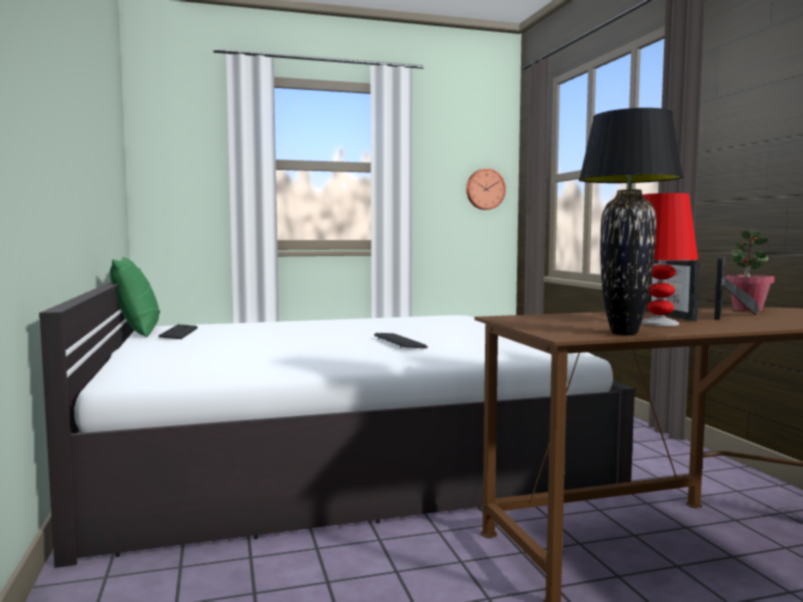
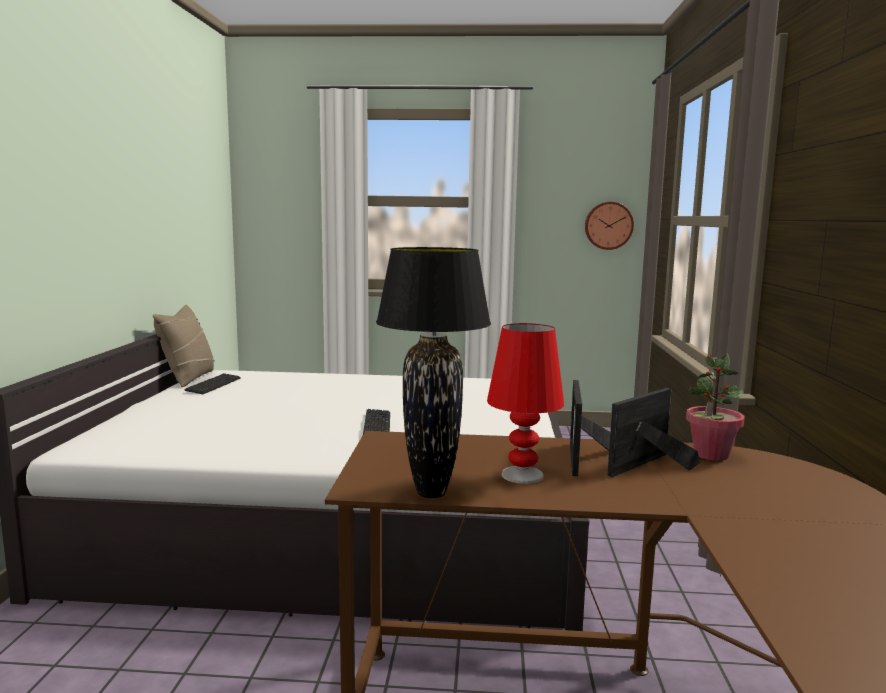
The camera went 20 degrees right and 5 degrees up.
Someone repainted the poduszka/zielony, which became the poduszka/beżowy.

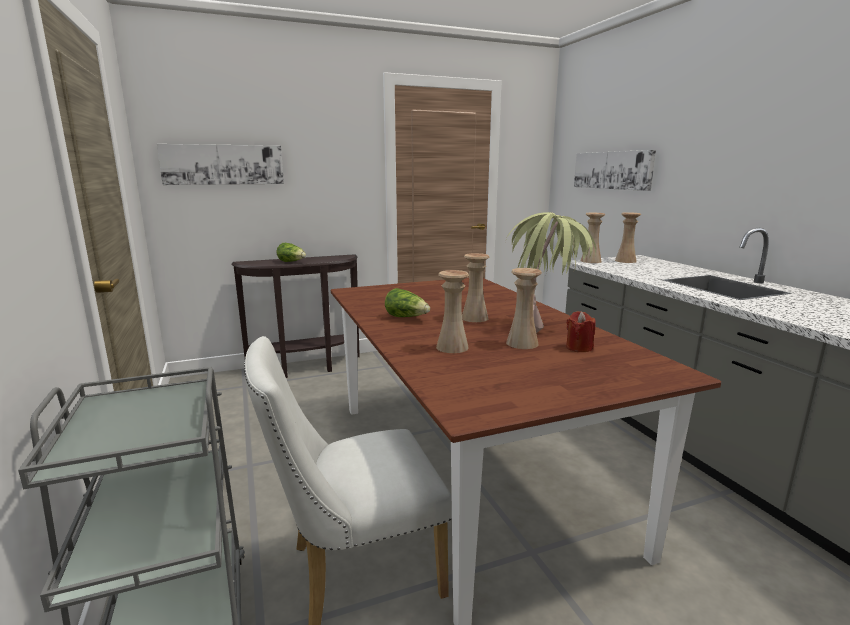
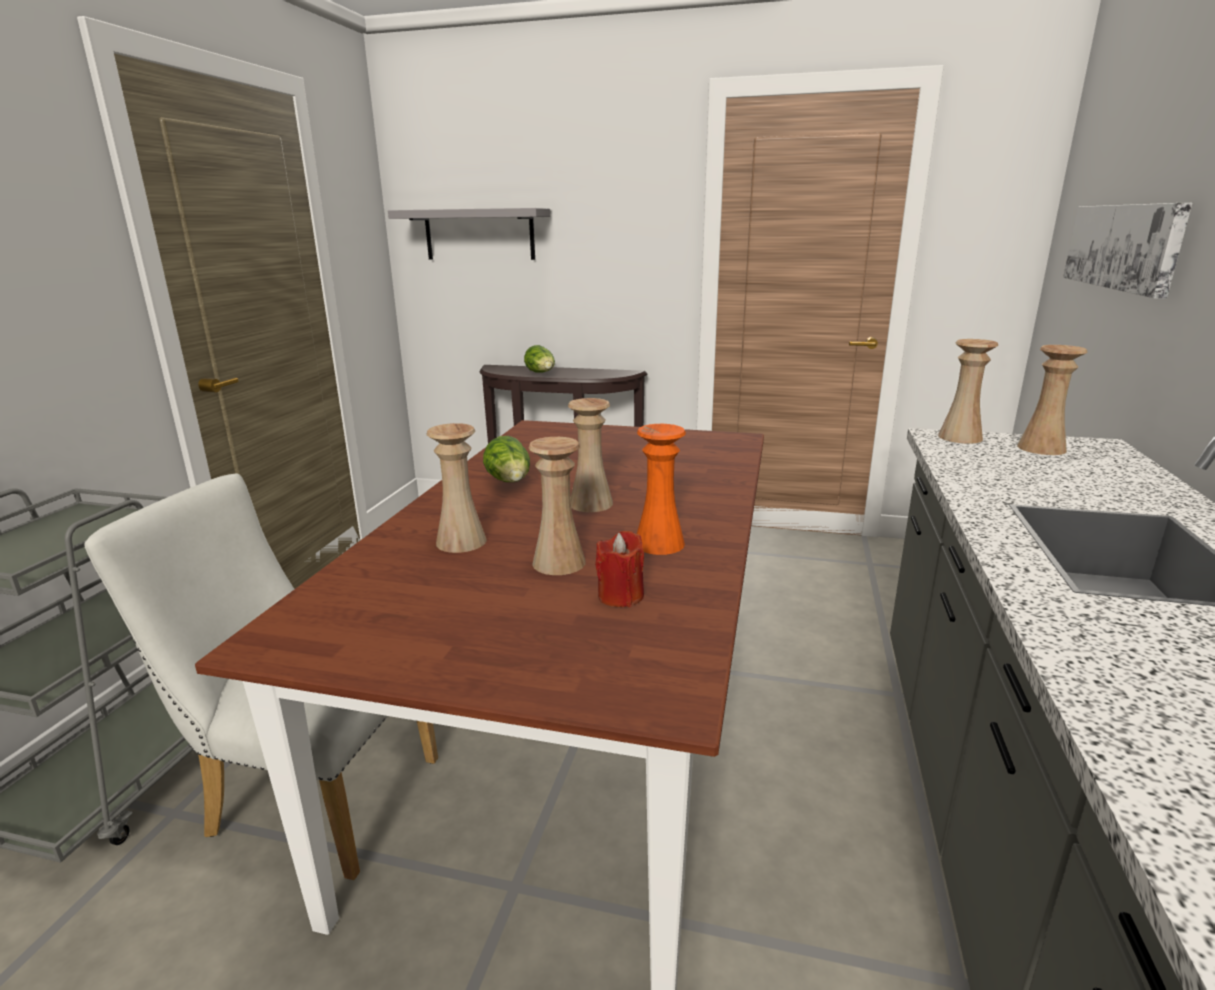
The camera went 35 degrees right and 5 degrees up.
Someone swapped the obraz (no. 1 from left) for the półka/szary.
Someone swapped the roślina doniczkowa for the wazon/pomarańczowy.

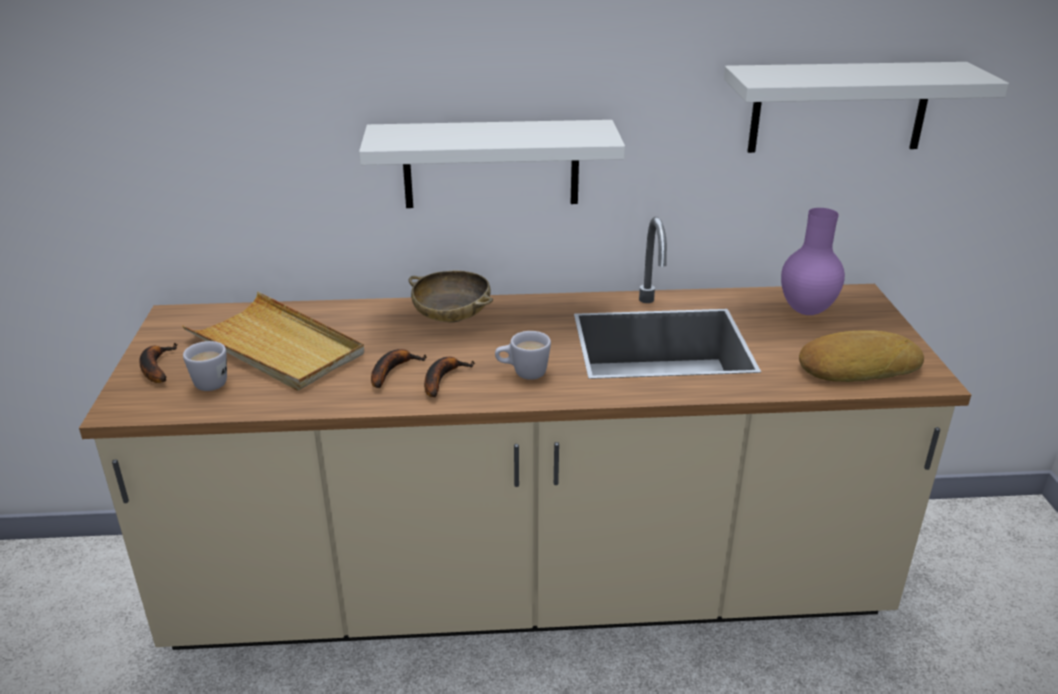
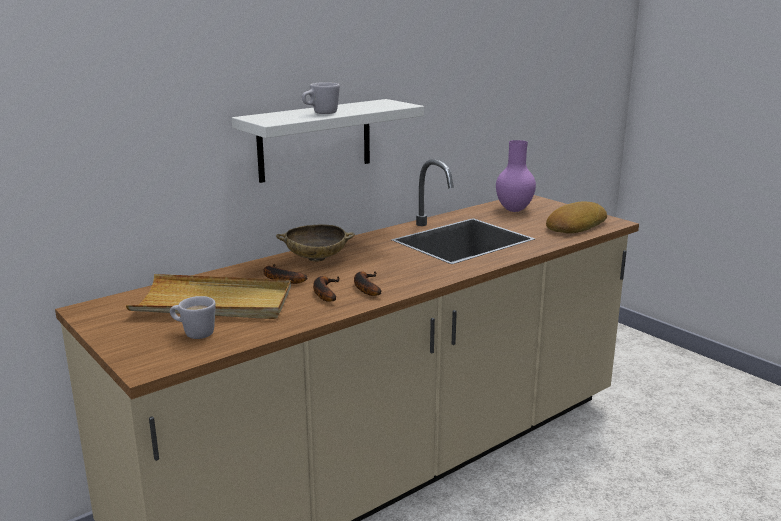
The camera went 35 degrees left and 10 degrees down.
Someone took away the półka/biały (no. 2 from left).
Someone carried the kubek/biały (no. 2 from left).
Someone carried the banan (no. 1 from left).

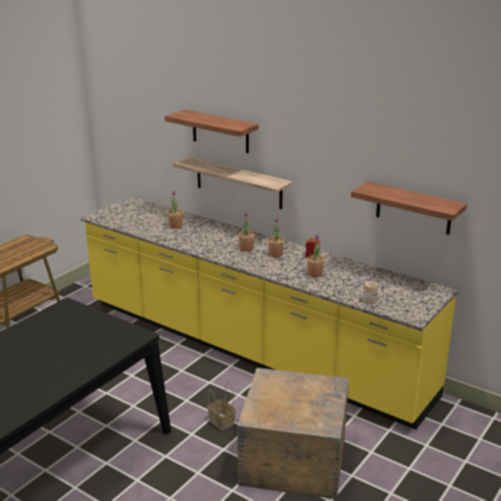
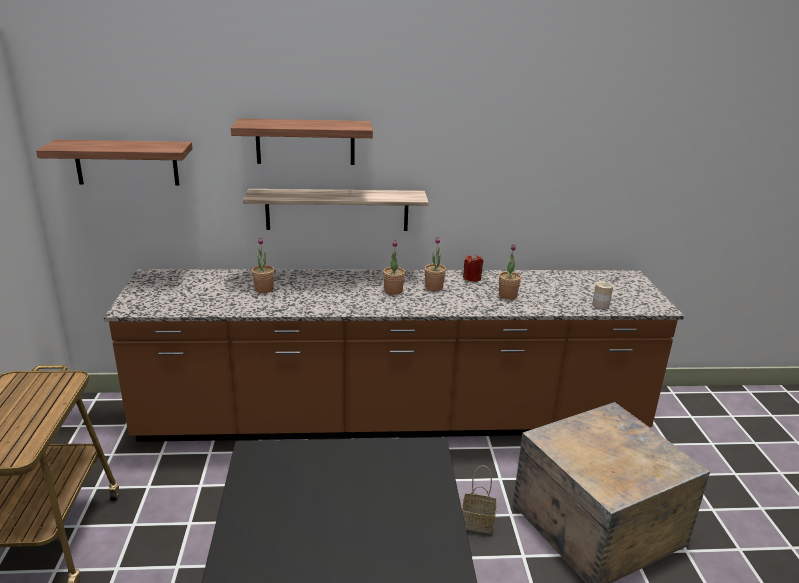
The camera went 40 degrees left and 0 degrees up.
Someone carried the półka (no. 3 from left in the first image).
Someone repainted the zabudowa kuchenna/żółty, which became the zabudowa kuchenna/brązowy.

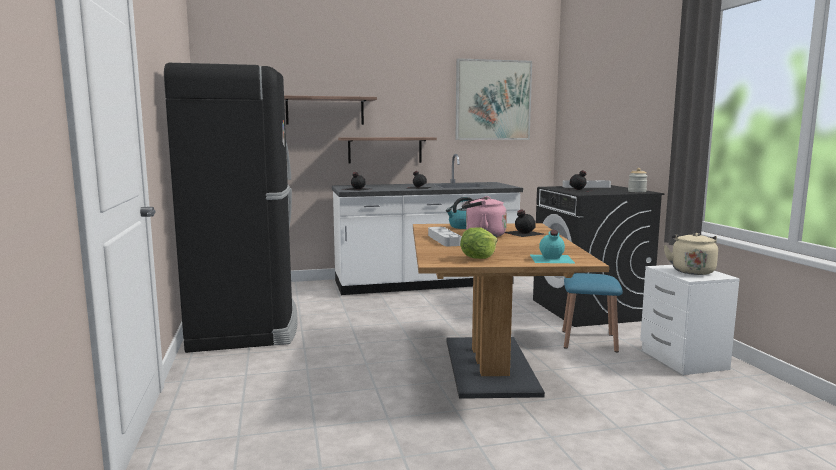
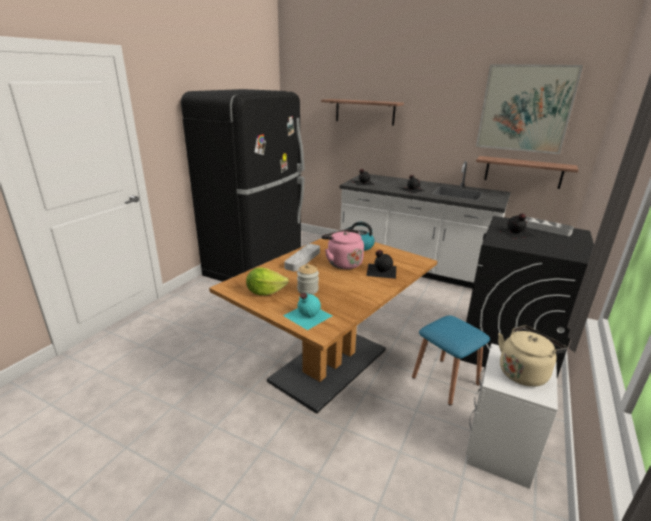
The camera went 40 degrees right and 15 degrees up.
Someone carried the półka (no. 2 from left).
Someone carried the słoik.

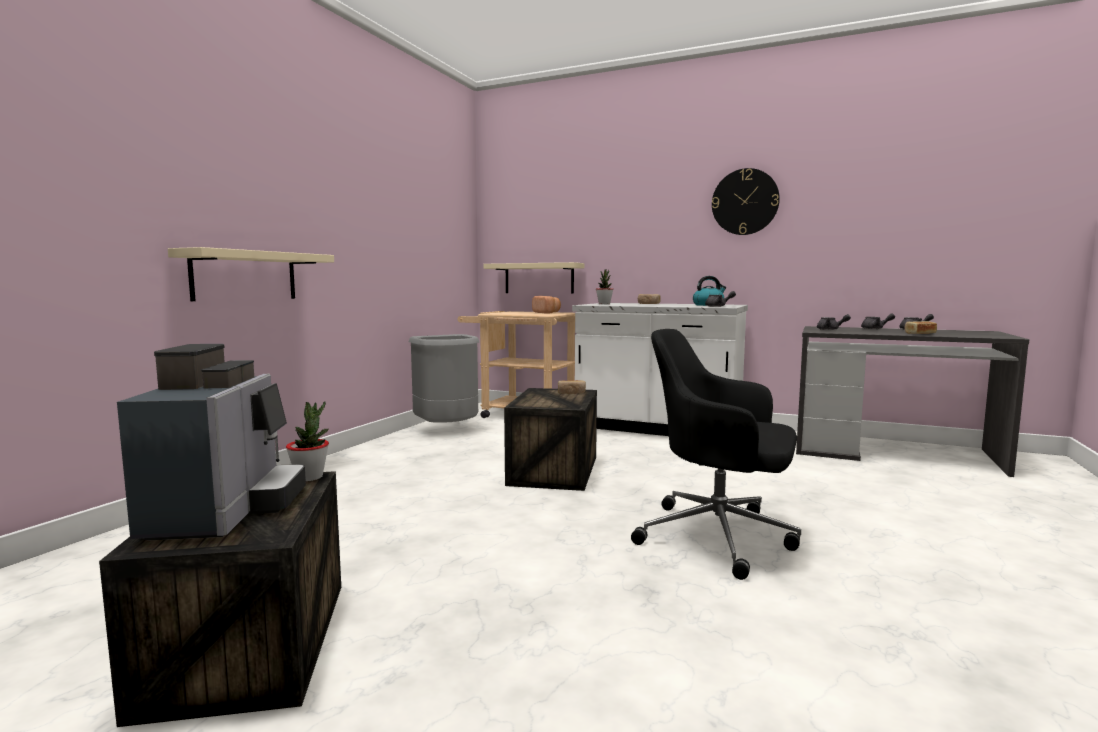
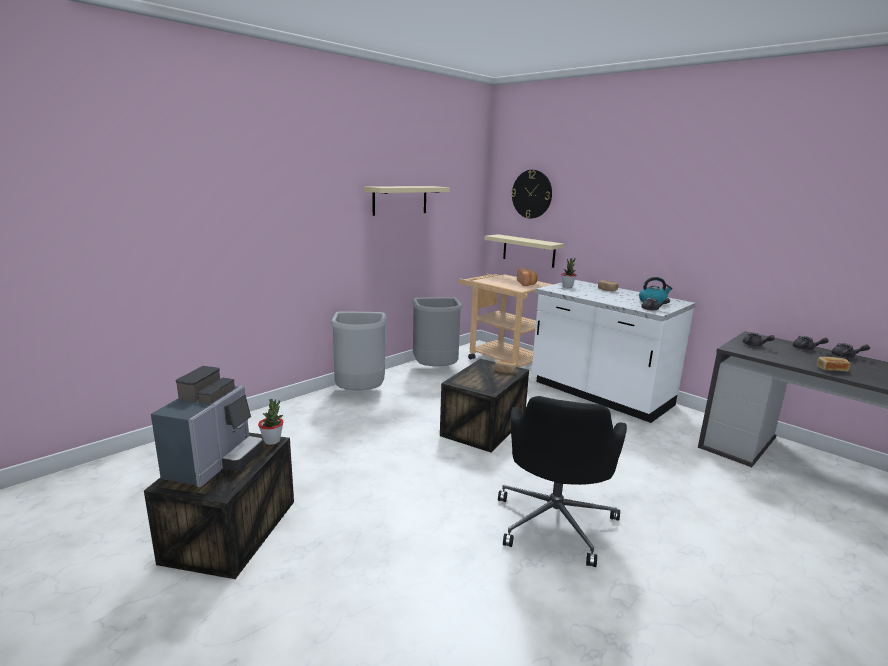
The camera went 20 degrees right and 10 degrees up.
Someone carried the zegar ścienny.
Someone carried the półka/beżowy (no. 1 from left).
Someone rotated the krzesło biurowe/czarny by 120 degrees counterclockwise.
Someone put down the kosz na śmieci/szary (no. 1 from left).

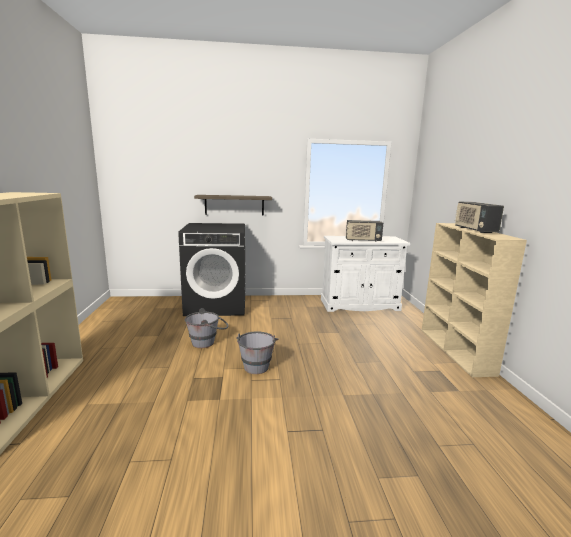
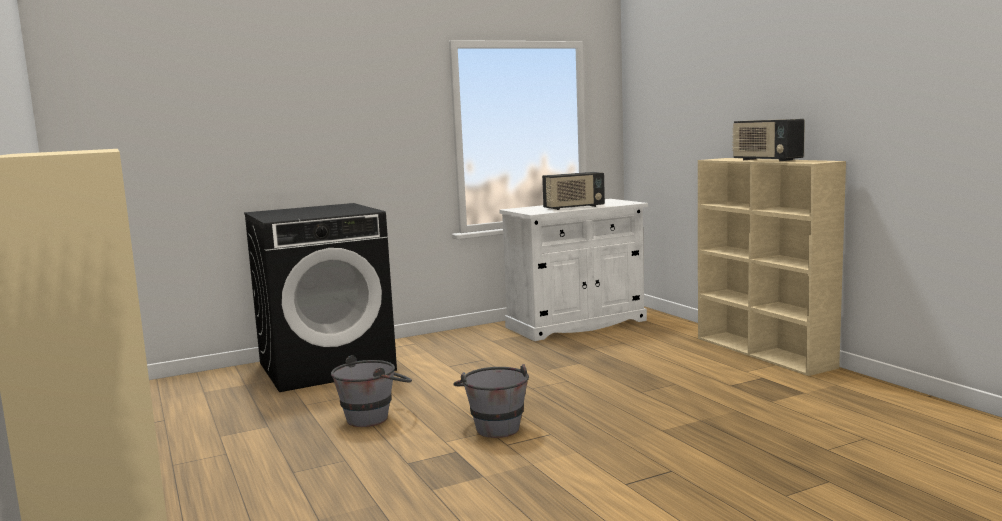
The camera went 20 degrees left and 5 degrees down.
Someone took away the półka.

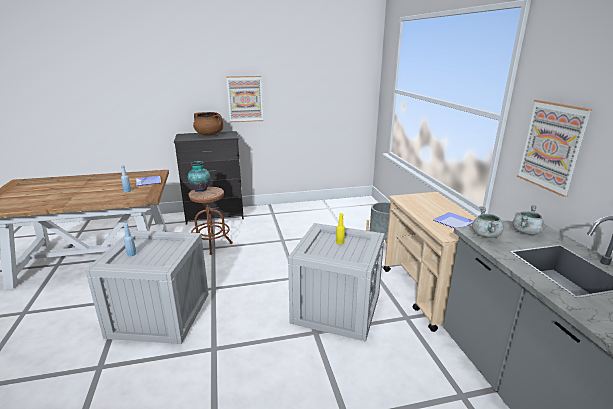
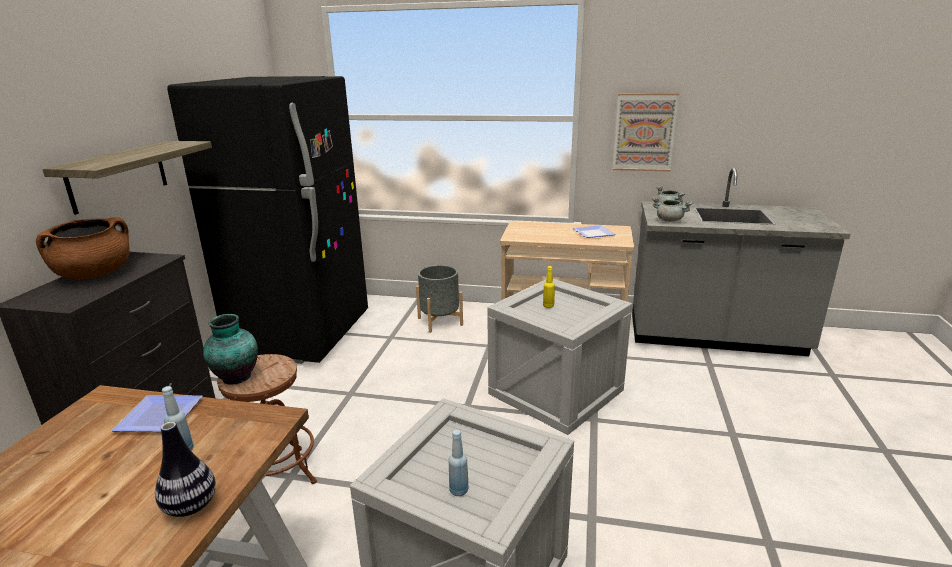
The camera went 65 degrees left and 0 degrees up.
Someone swapped the obraz (no. 1 from left) for the półka.
Someone put down the lodówka/czarny.
Someone put down the wazon (no. 1 from left).

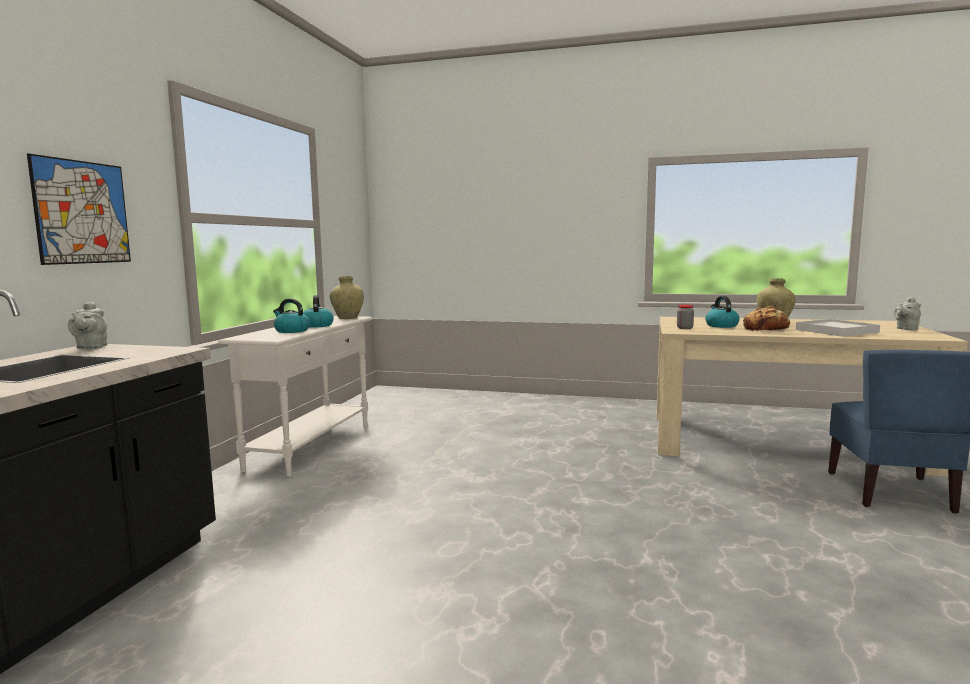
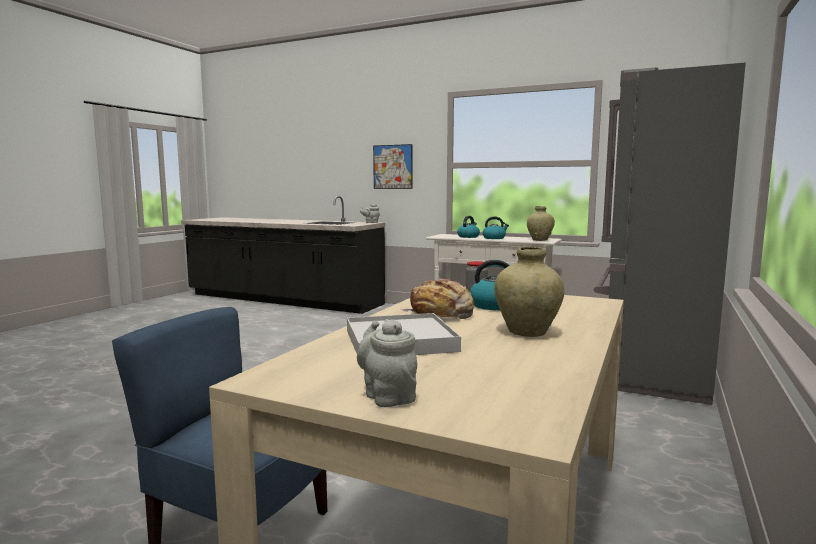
The camera went 100 degrees right and 0 degrees up.
Someone put down the lodówka/szary.

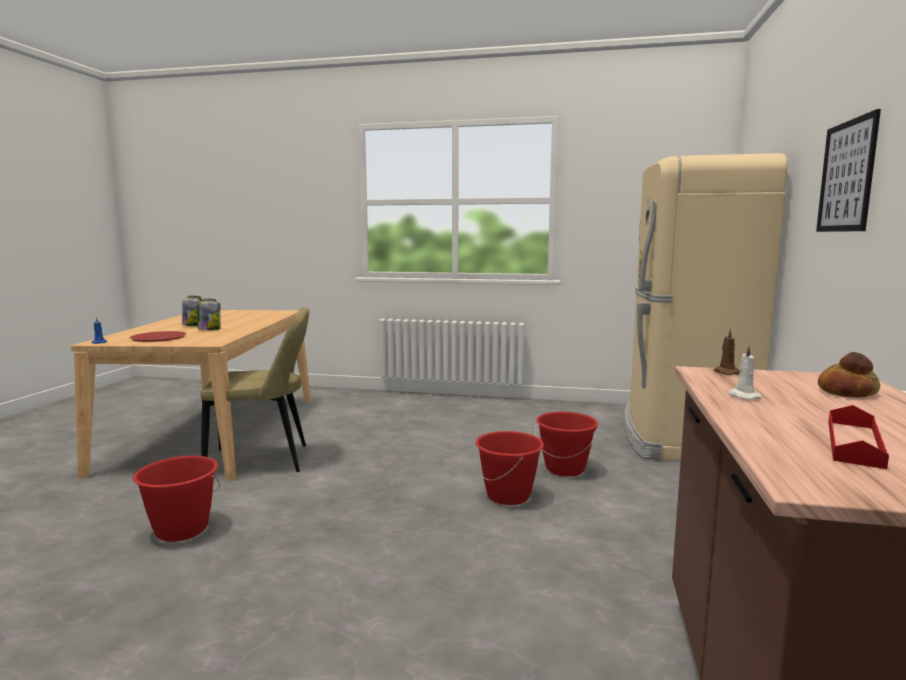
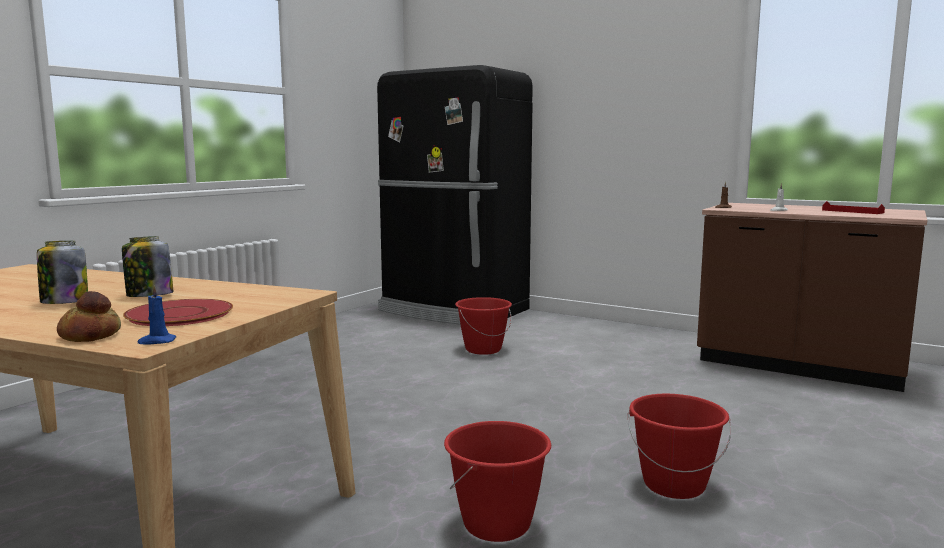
The camera went 70 degrees left and 0 degrees up.
Someone took away the obraz.
Someone repainted the lodówka/beżowy, which became the lodówka/czarny.
Someone took away the krzesło/beżowy.
Someone carried the chleb.
Someone carried the wiadro/czerwony (no. 2 from left in the first image).

